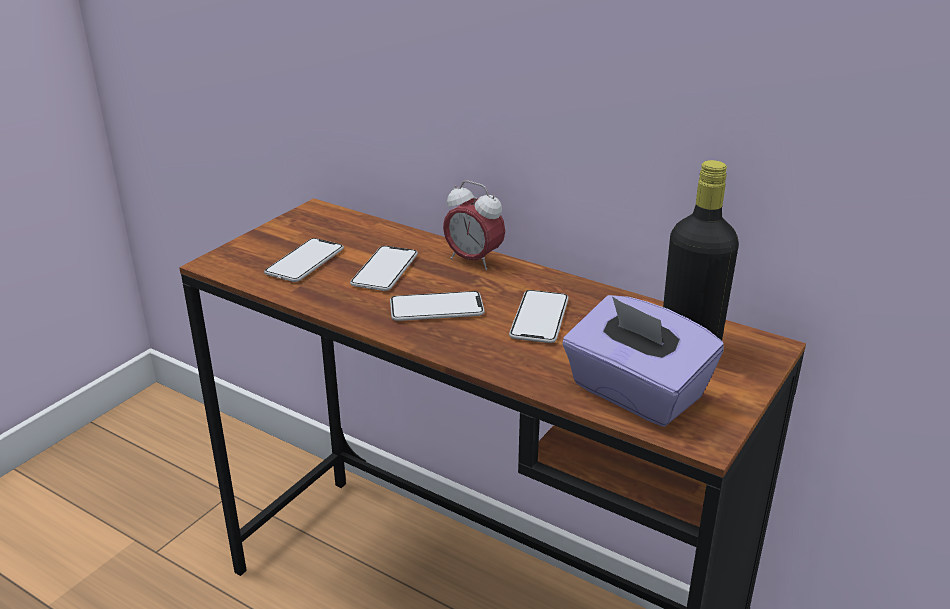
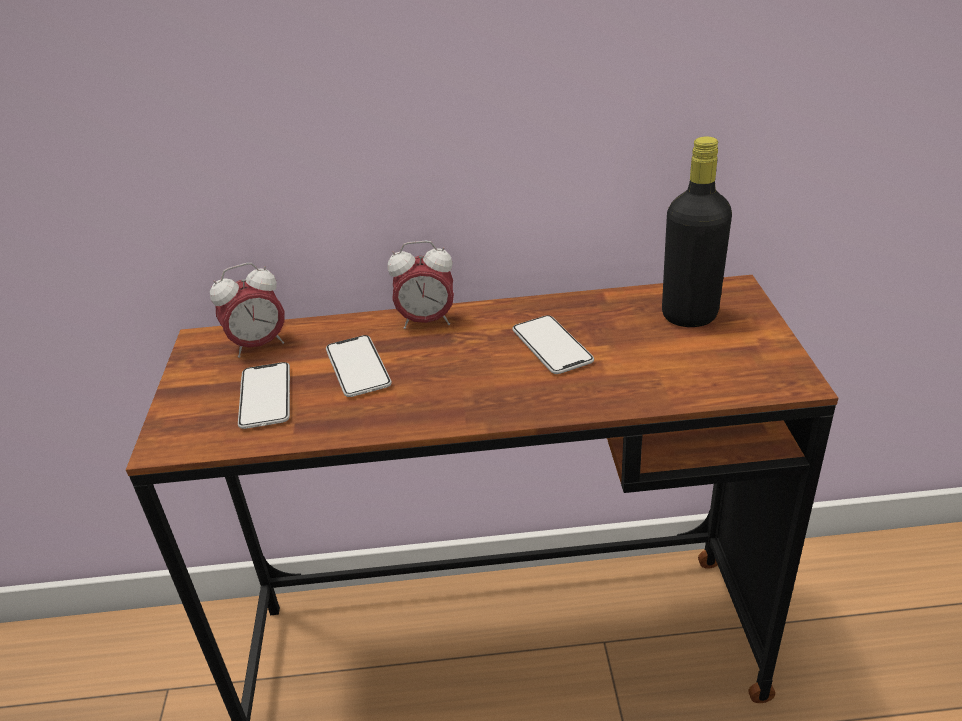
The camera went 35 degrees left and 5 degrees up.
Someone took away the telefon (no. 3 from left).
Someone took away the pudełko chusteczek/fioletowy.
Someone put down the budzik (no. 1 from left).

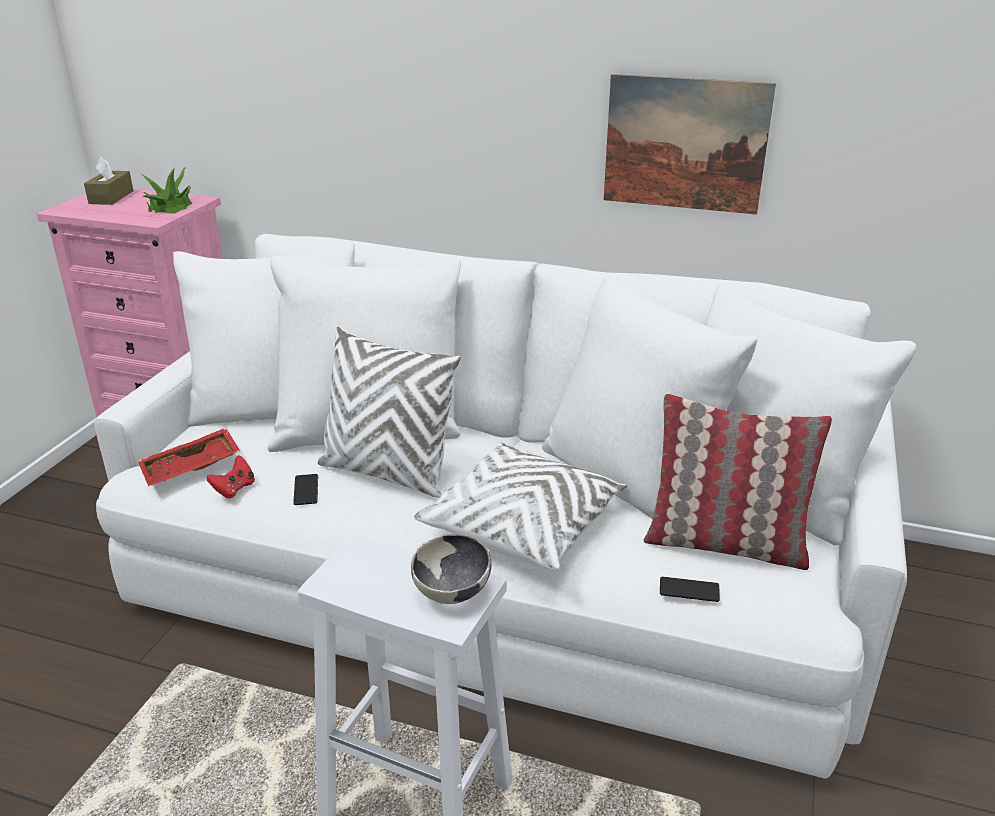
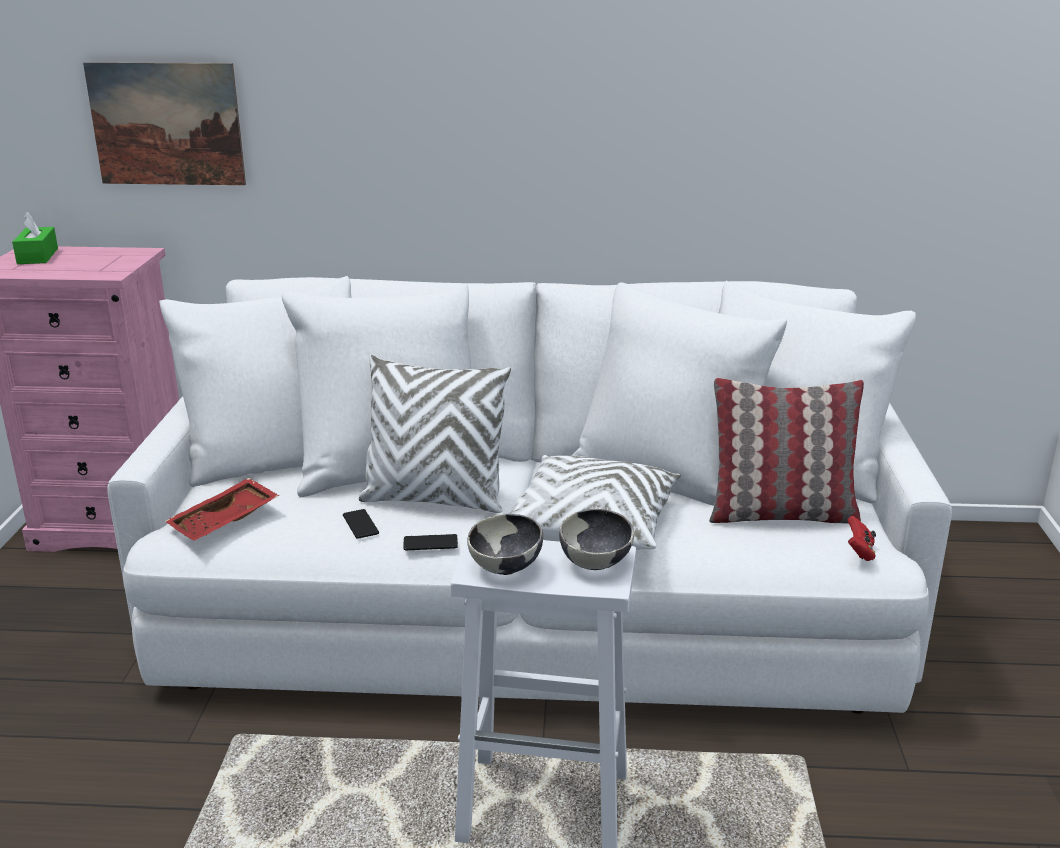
The camera went 15 degrees left and 5 degrees down.
Someone carried the obraz.
Someone repainted the pudełko chusteczek/brązowy, which became the pudełko chusteczek/zielony.
Someone took away the roślina doniczkowa.
Someone carried the pad do gier/czerwony.
Someone carried the telefon (no. 2 from left).
Someone put down the miska (no. 1 from left).

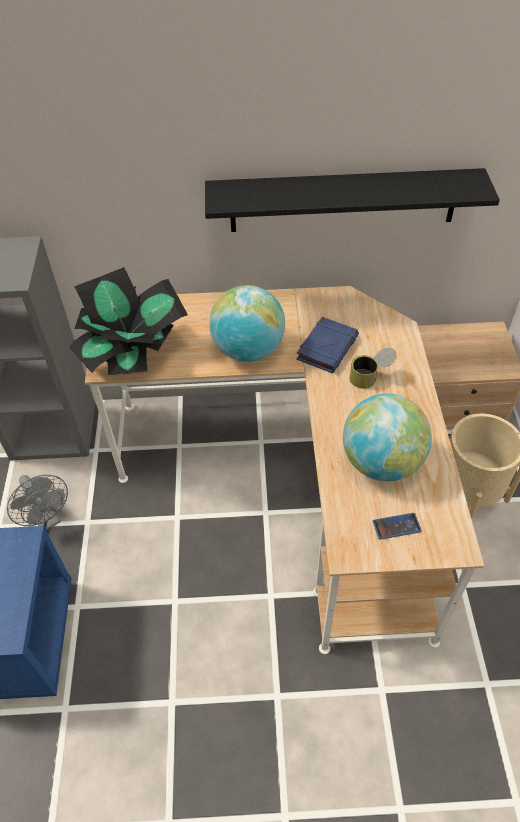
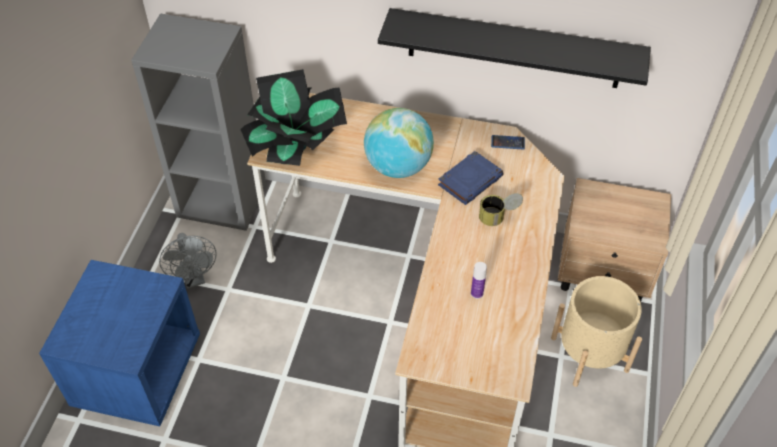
The camera went 15 degrees right and 0 degrees up.
Someone swapped the globus (no. 2 from left) for the butelka.
Someone carried the telefon.

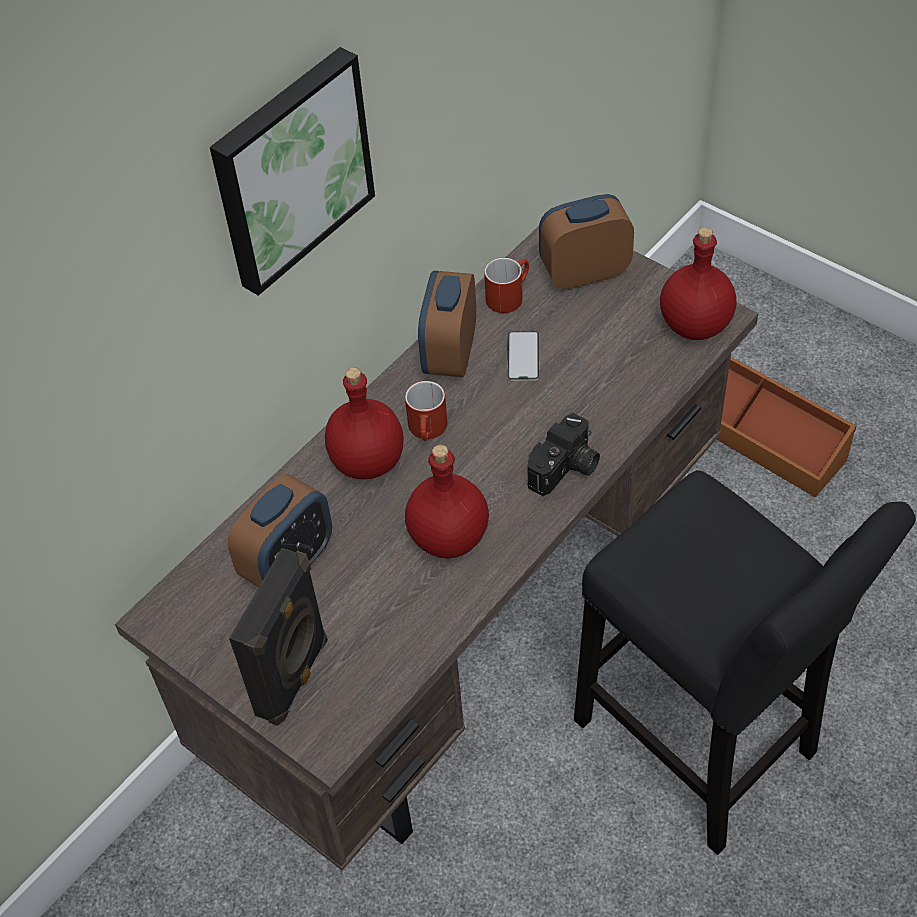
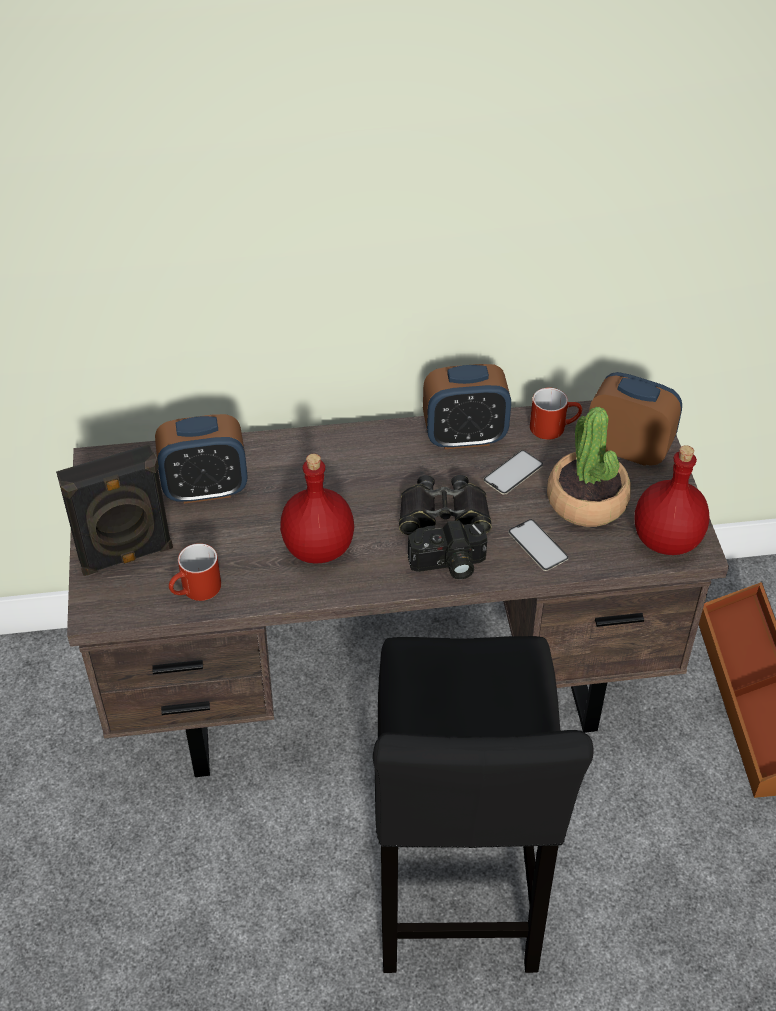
The camera went 40 degrees right and 5 degrees down.
Someone took away the obraz.
Someone rotated the budzik (no. 2 from left) by 150 degrees counterclockwise.
Someone took away the butelka/czerwony (no. 1 from left).
Someone carried the kubek/czerwony (no. 1 from left).
Someone put down the roślina doniczkowa.
Someone put down the lornetka/czarny.
Someone put down the telefon (no. 2 from left).

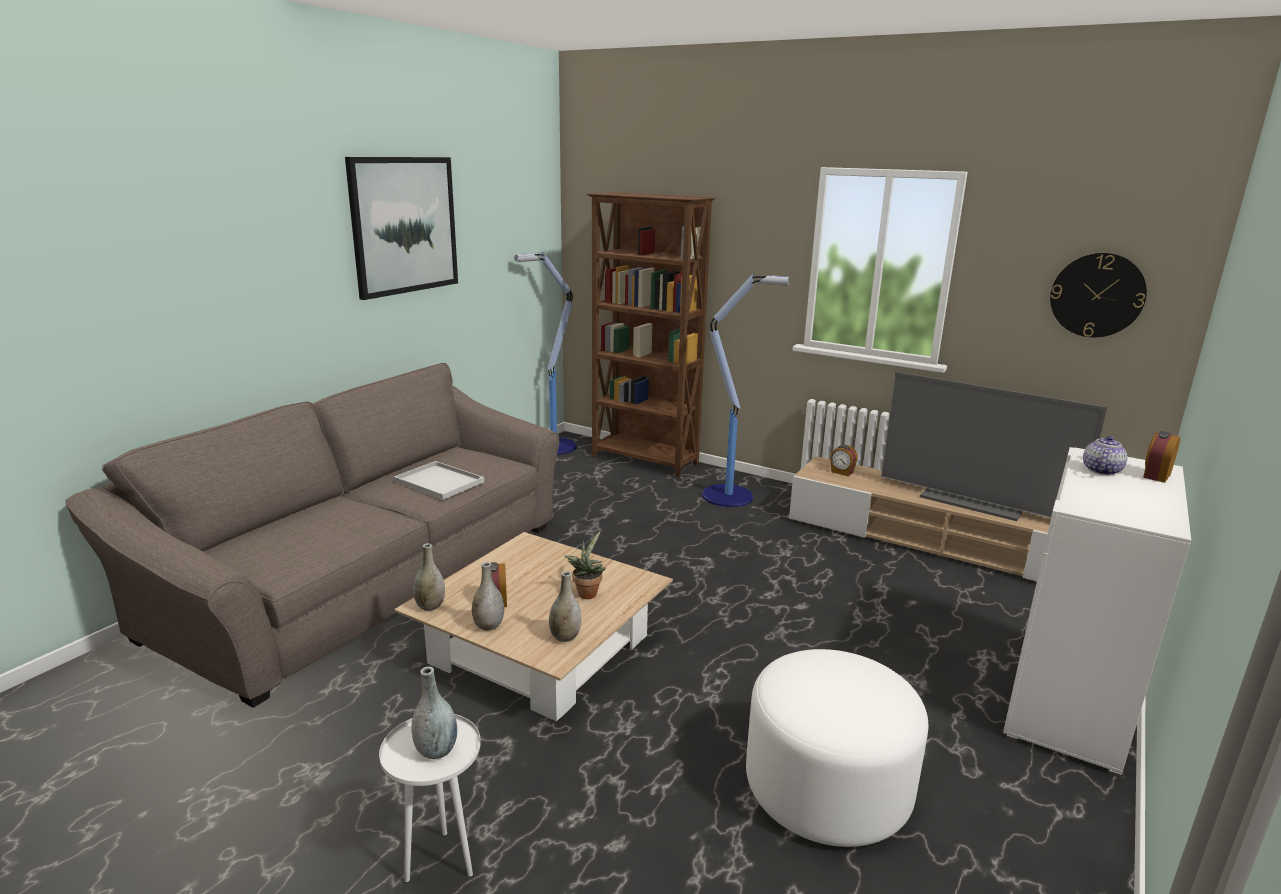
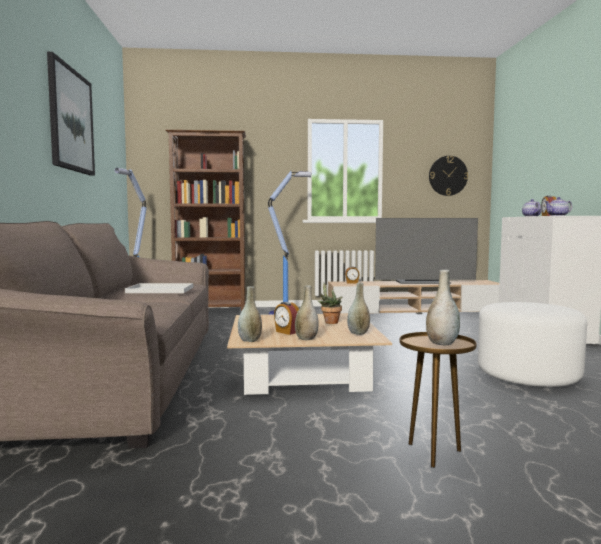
The camera went 35 degrees left and 15 degrees down.
Someone repainted the stolik/biały, which became the stolik/brązowy.
Someone put down the imbryk (no. 2 from left).

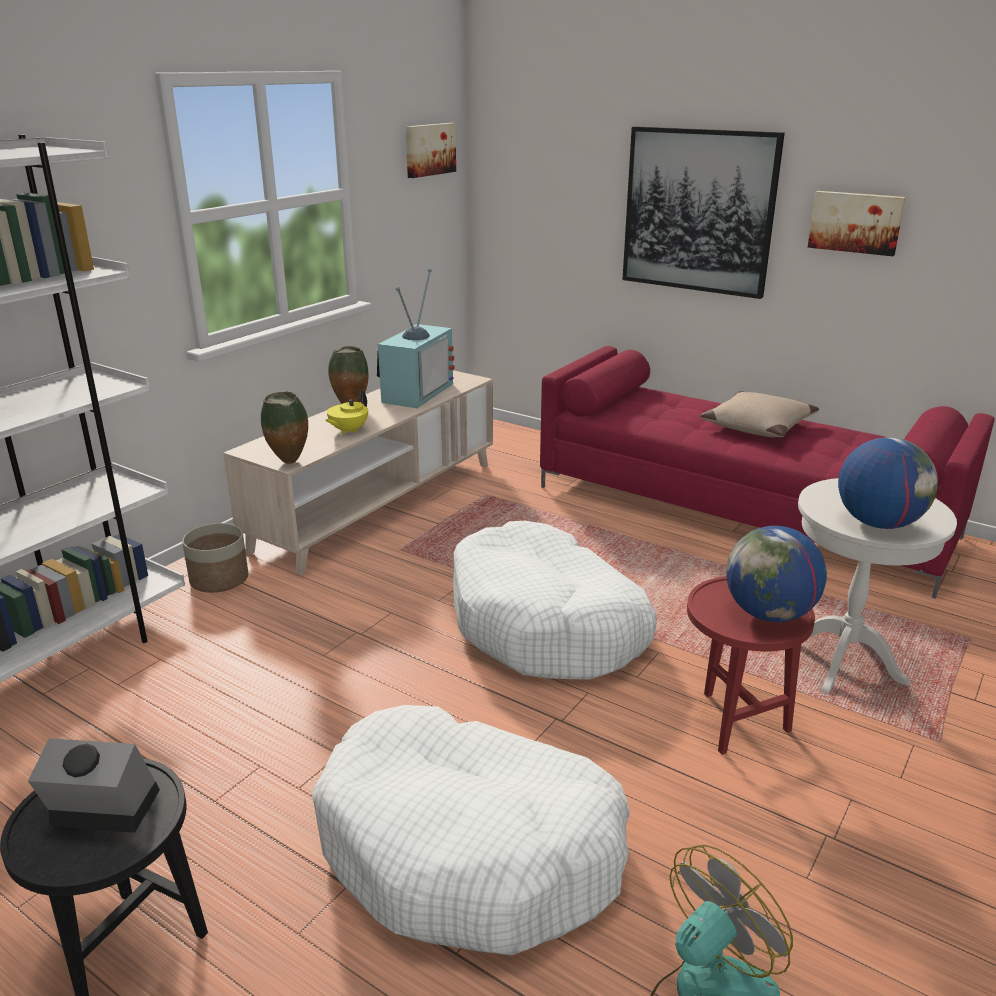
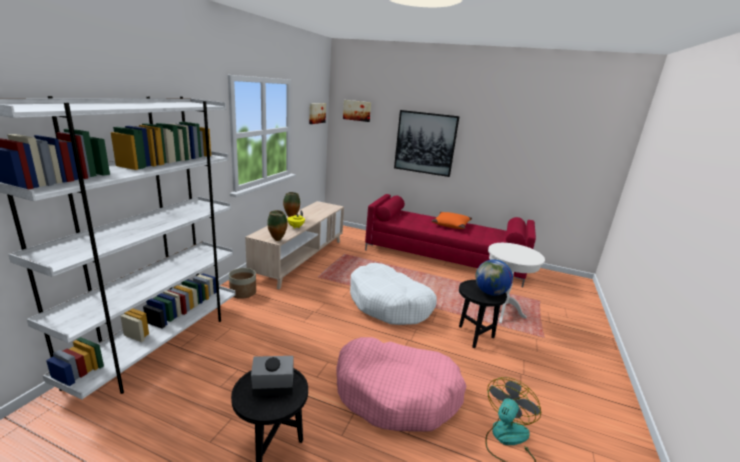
The camera went 15 degrees left and 5 degrees down.
Someone carried the obraz (no. 3 from left in the first image).
Someone took away the telewizor.
Someone repainted the poduszka/beżowy, which became the poduszka/pomarańczowy.
Someone took away the globus (no. 2 from left).
Someone repainted the stolik/czerwony, which became the stolik/czarny (no. 2 from left).
Someone repainted the legowisko/biały (no. 1 from left), which became the legowisko/różowy.

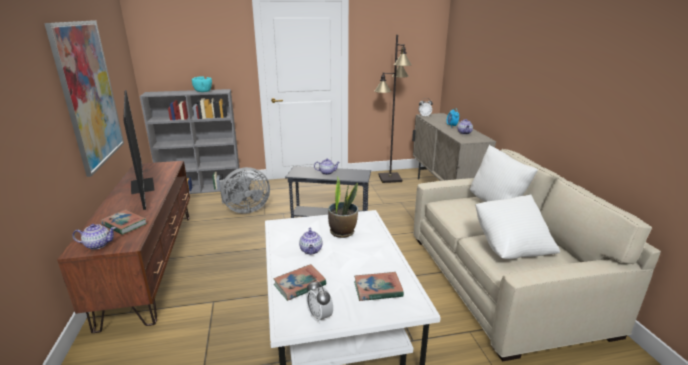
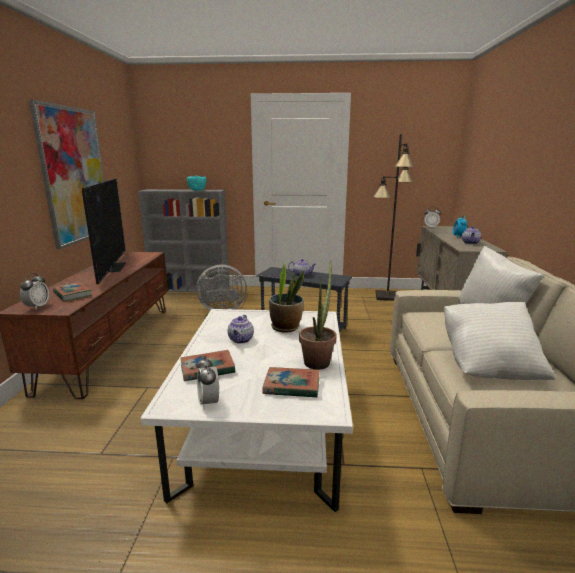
The camera went 15 degrees right and 5 degrees down.
Someone swapped the imbryk (no. 1 from left) for the budzik (no. 1 from left).
Someone put down the roślina doniczkowa (no. 2 from left).

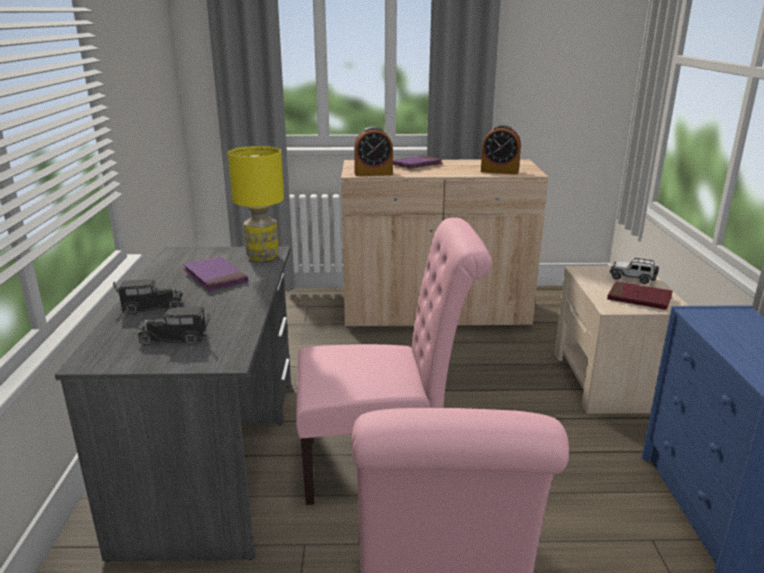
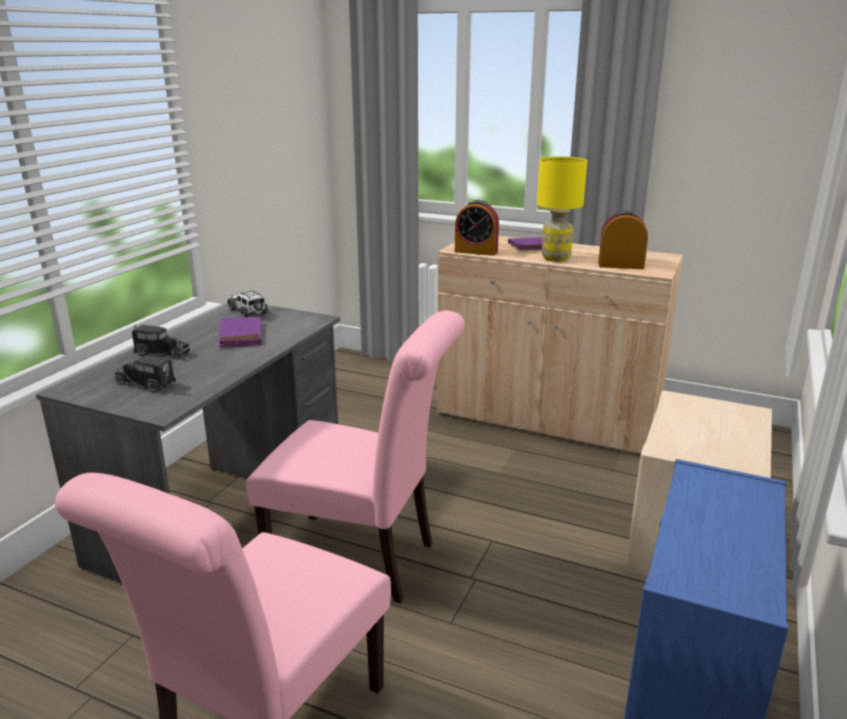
The camera went 25 degrees right and 0 degrees up.
Someone rotated the budzik (no. 2 from left) by 150 degrees clockwise.
Someone carried the lampa stołowa/żółty.
Someone carried the samochodzik.
Someone took away the książka/czerwony.

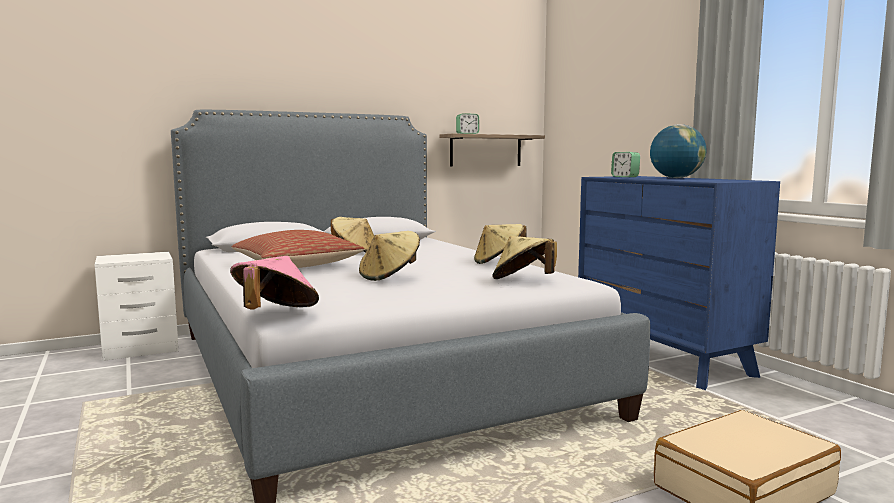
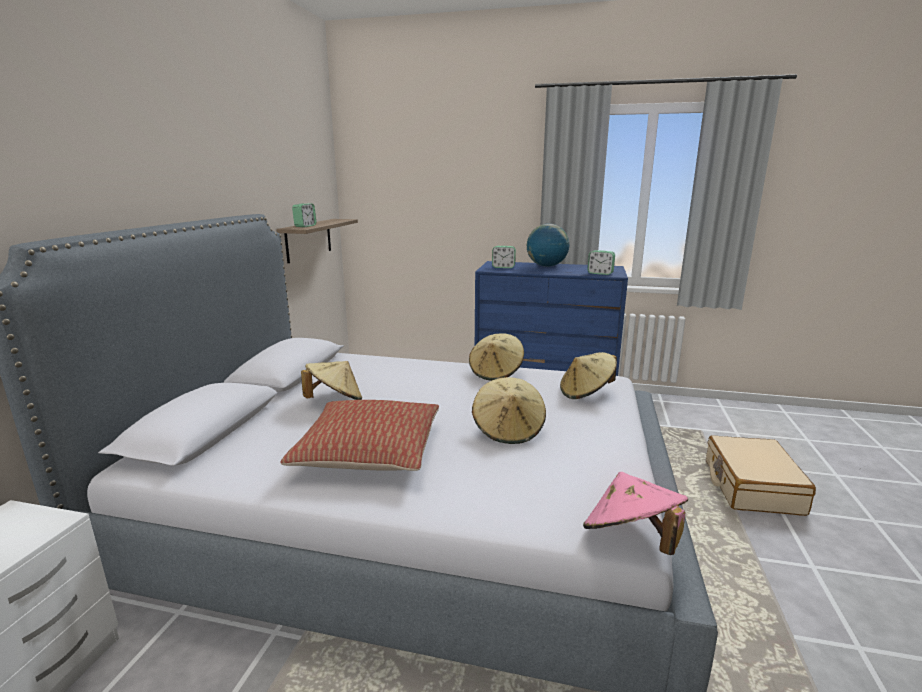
The camera went 50 degrees left and 10 degrees up.
Someone put down the budzik (no. 3 from left).

